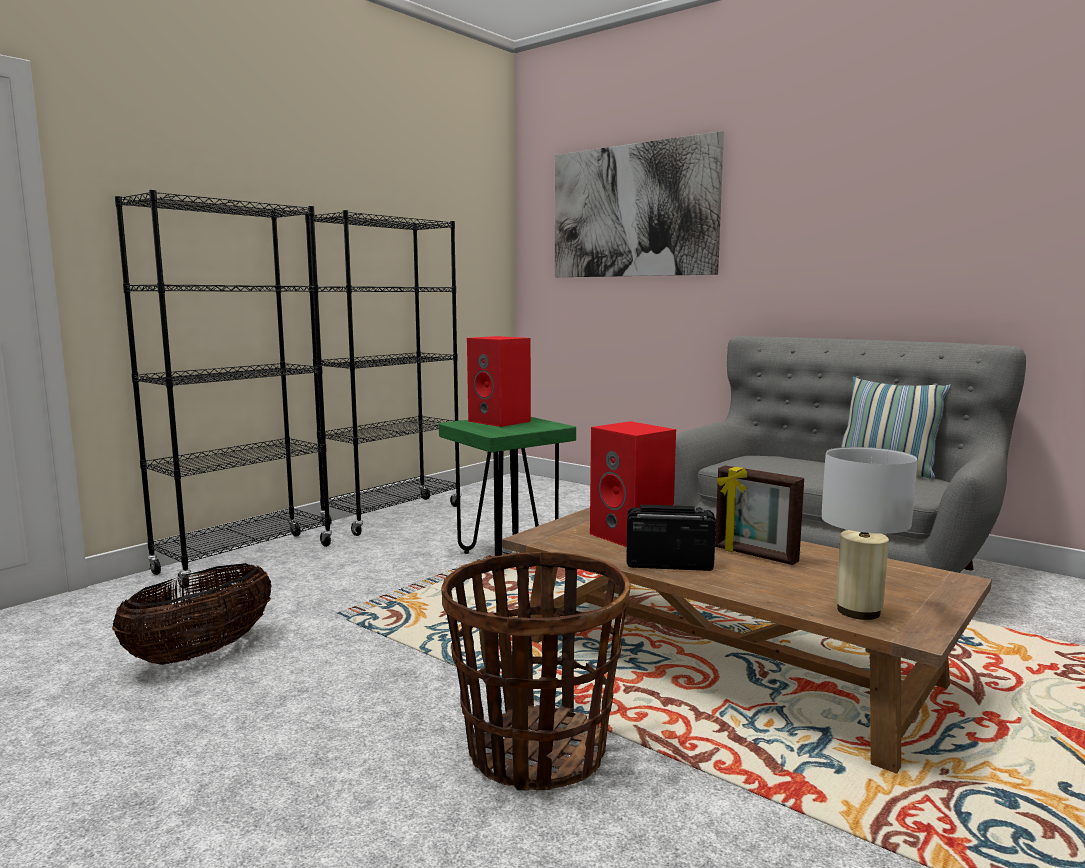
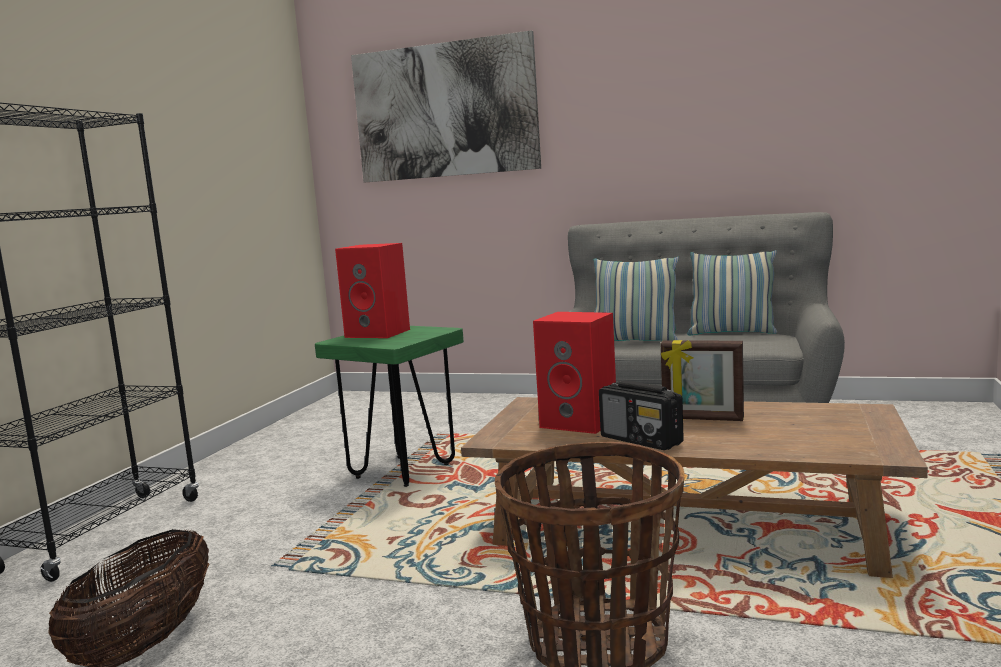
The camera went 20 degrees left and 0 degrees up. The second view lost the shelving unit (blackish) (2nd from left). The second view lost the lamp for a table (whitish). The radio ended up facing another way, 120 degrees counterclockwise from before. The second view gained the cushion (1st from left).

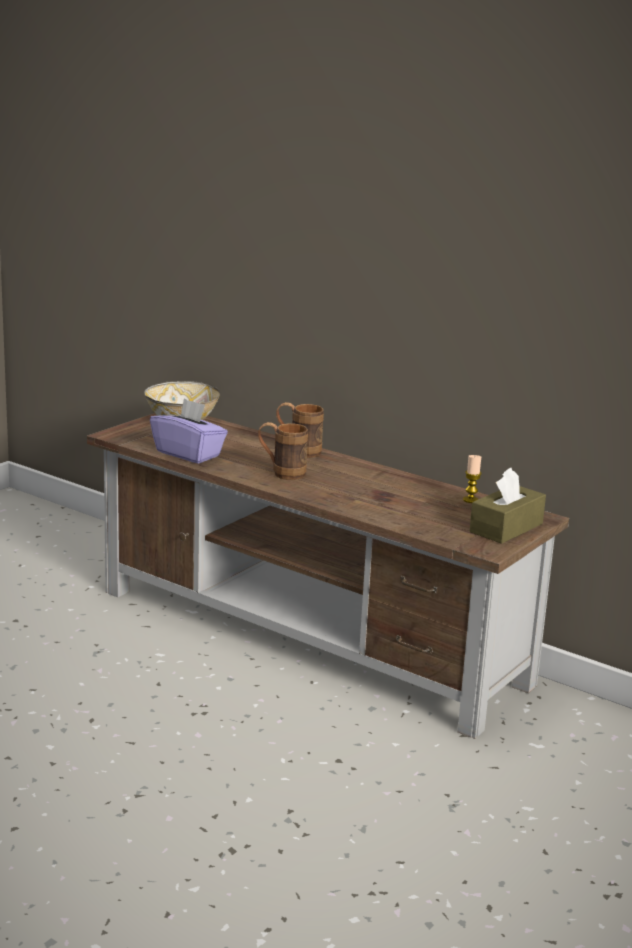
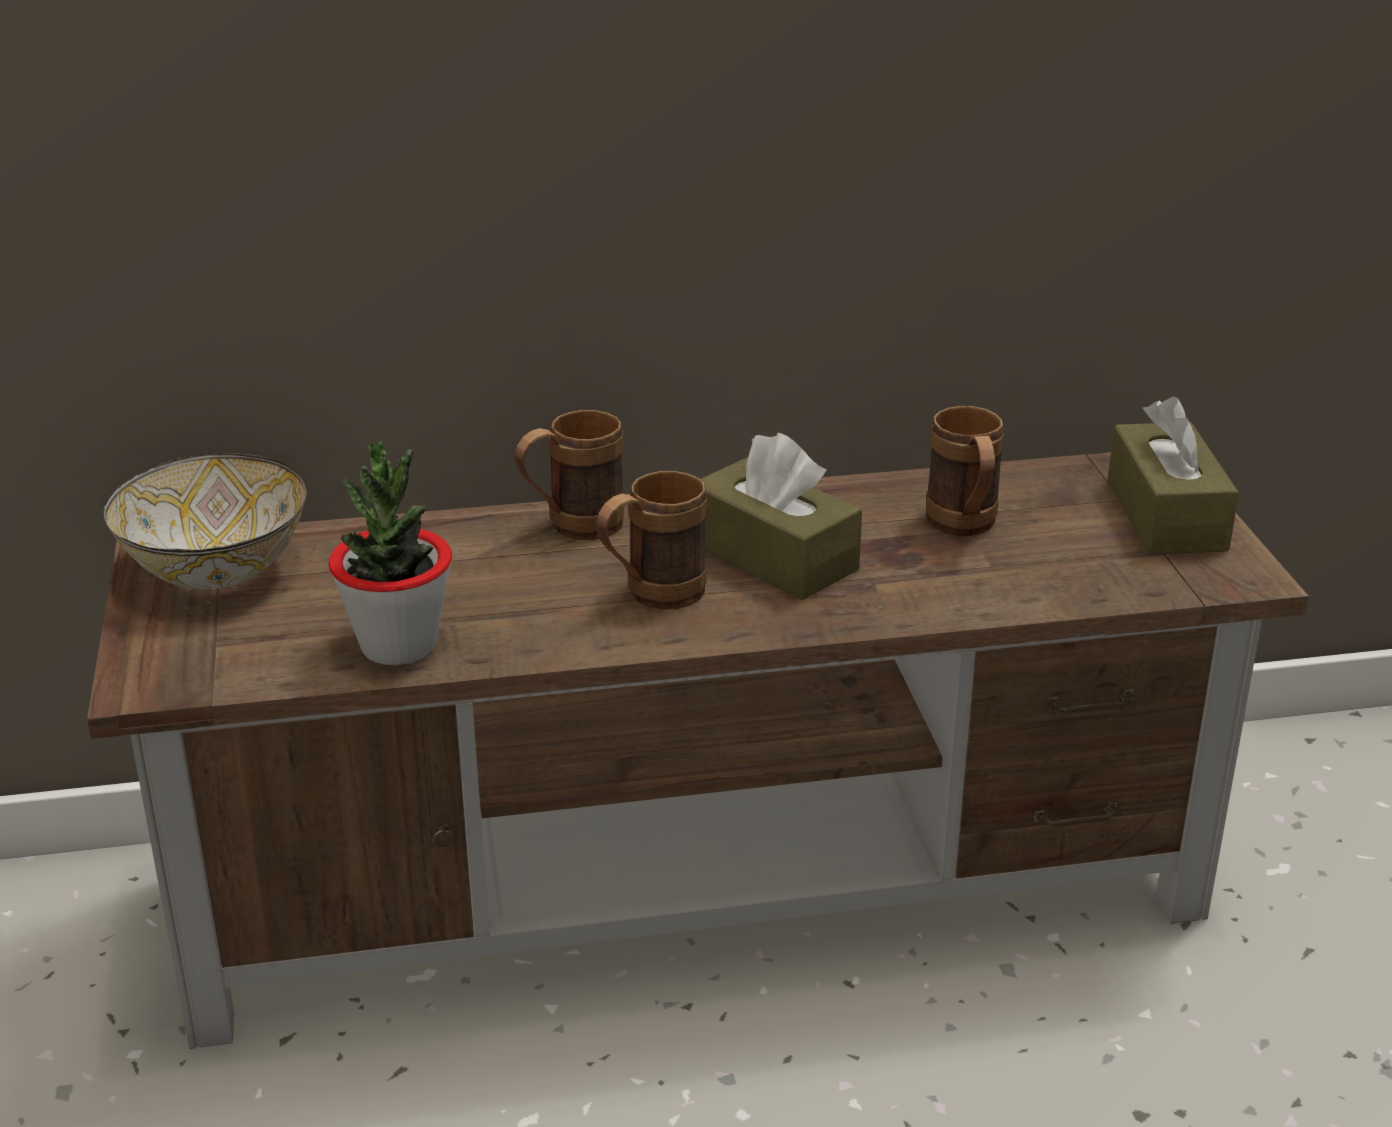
The camera went 45 degrees left and 10 degrees up. Where the tissue holder (purple-coloured) stood, the potted plant came to stand. The second view lost the wax light. The second view gained the mug (brown) (3rd from left). The second view gained the tissue holder (brown) (1st from left).

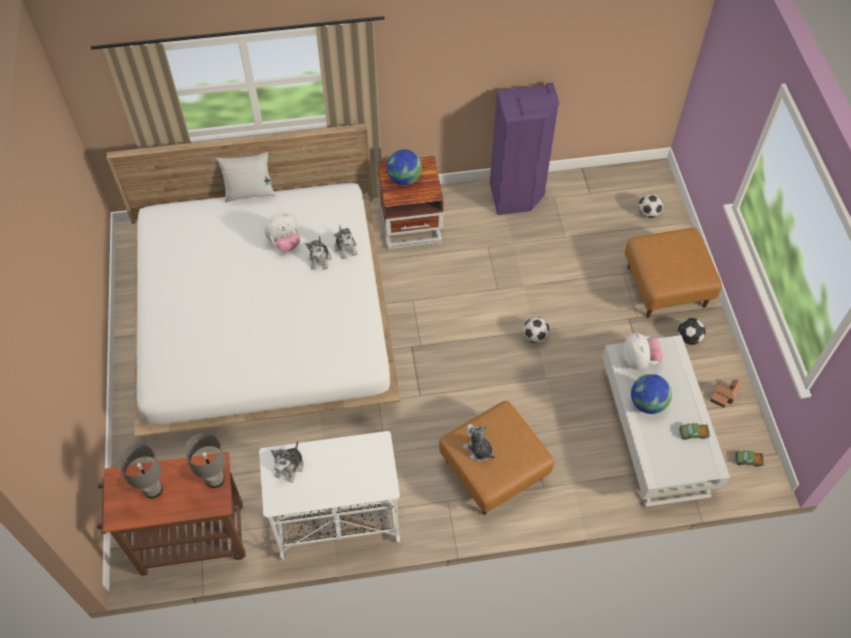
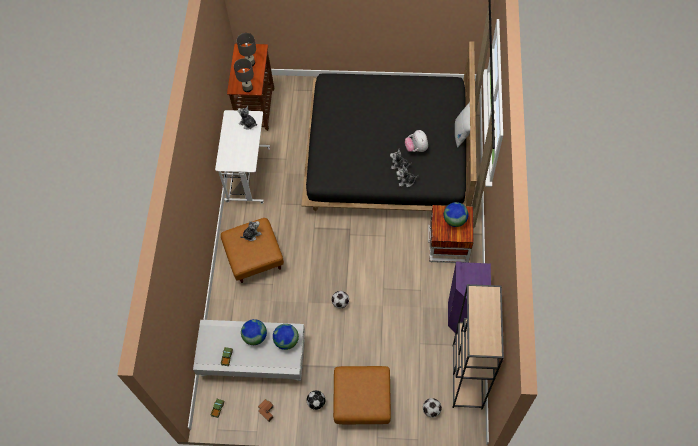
The camera went 105 degrees right and 5 degrees up. What was the bed (whitish) turned into the bed (blackish). Where the soft toy (6th from left) stood, the globe (2nd from left) came to stand. The second view gained the shelving unit.

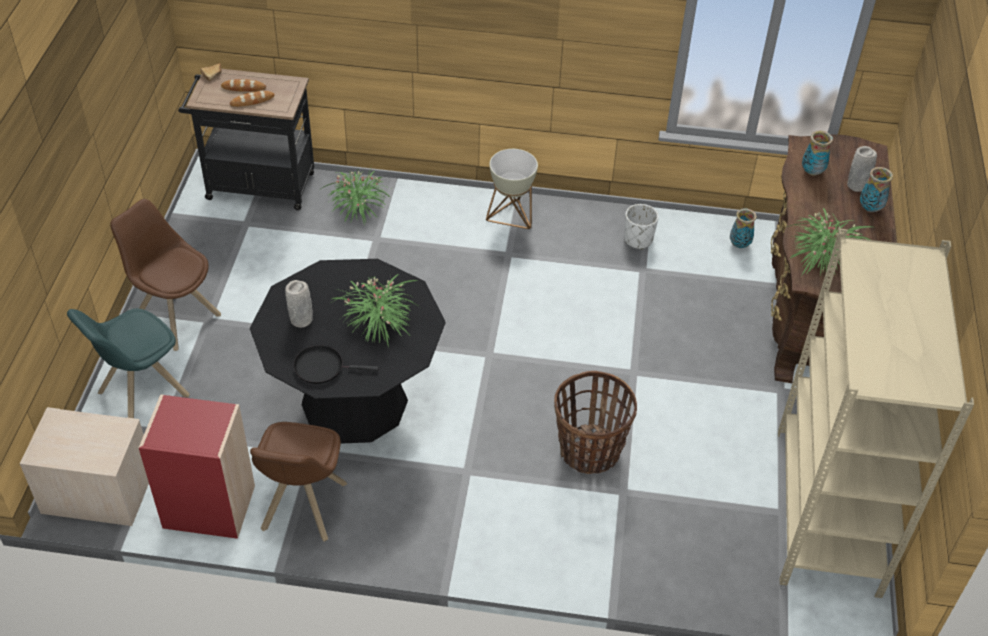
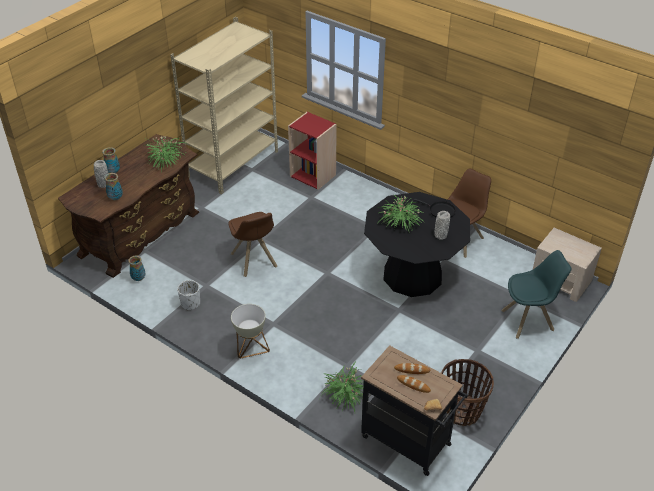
The camera went 150 degrees left and 5 degrees down. The chair (brown) (1st from left) ended up elsewhere. The household basket ended up elsewhere. The shelving unit (red-coloured) ended up elsewhere.

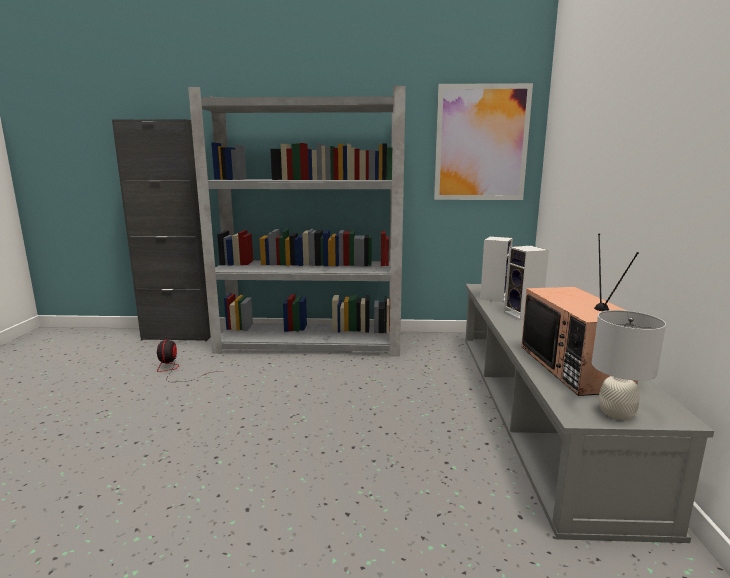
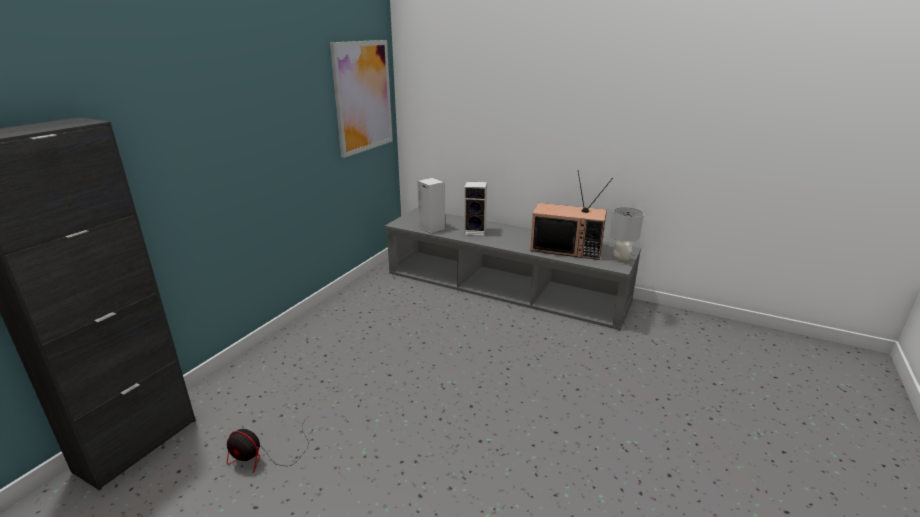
The camera went 65 degrees left and 10 degrees up. The second view lost the shelving unit (grey).

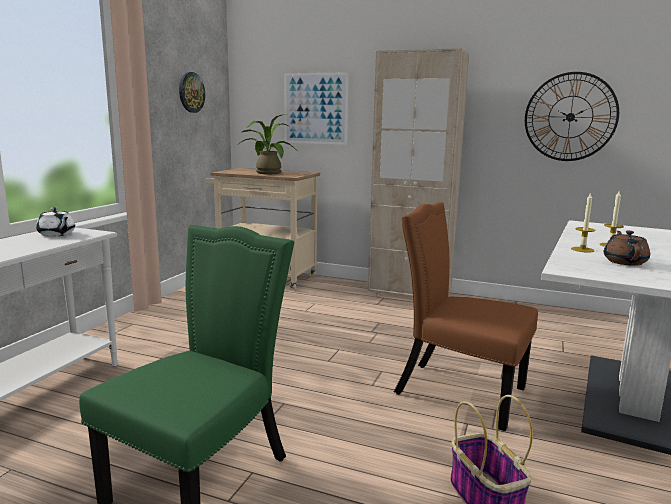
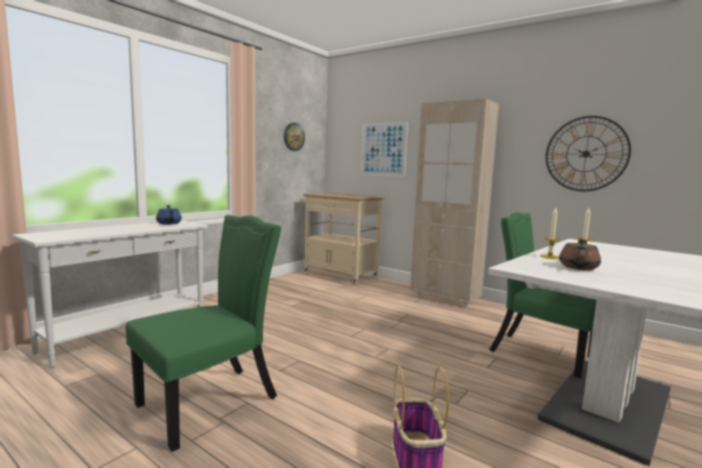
The camera went 15 degrees right and 5 degrees down. The second view lost the potted plant. The second view lost the chair (brown). What was the teapot (whitish) turned into the teapot (bluish). The second view gained the chair (green-coloured) (2nd from left).

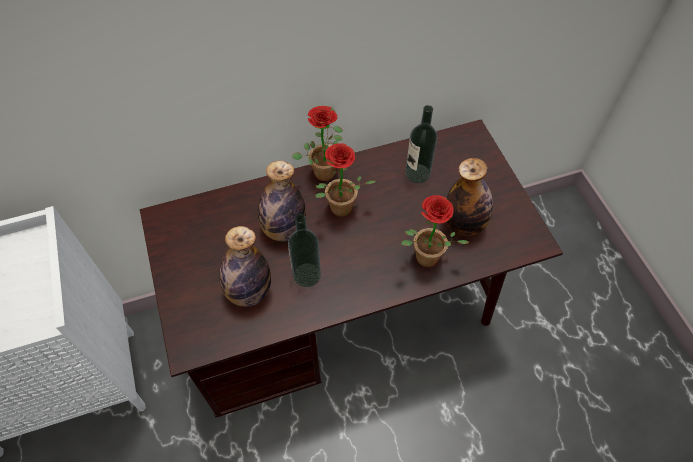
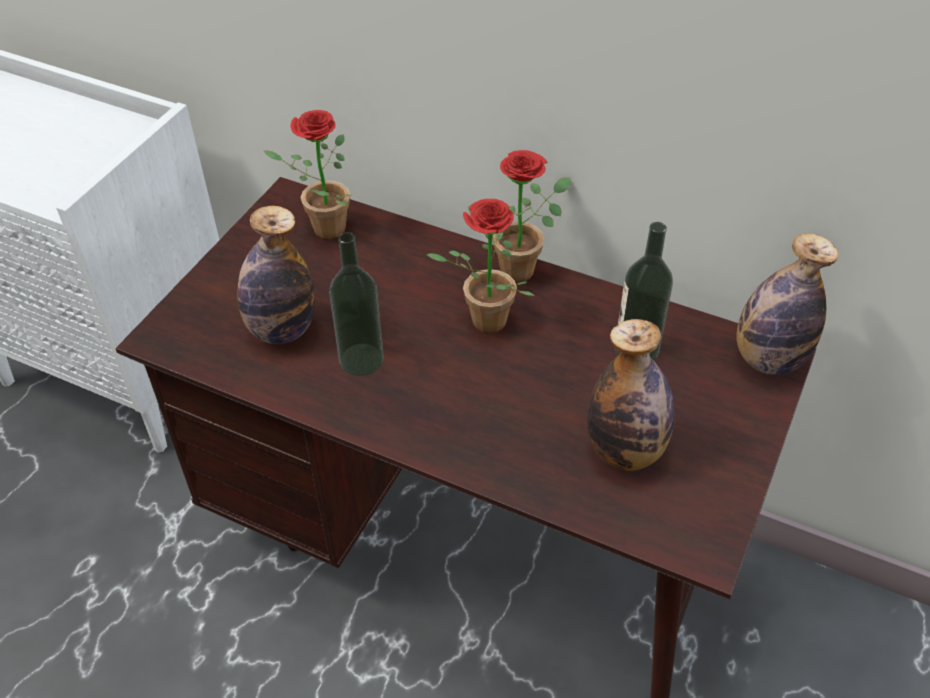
The camera went 45 degrees right and 10 degrees down. The drink bottle (2nd from left in the first image) ended up elsewhere. The potted plant (3rd from left in the first image) ended up elsewhere.

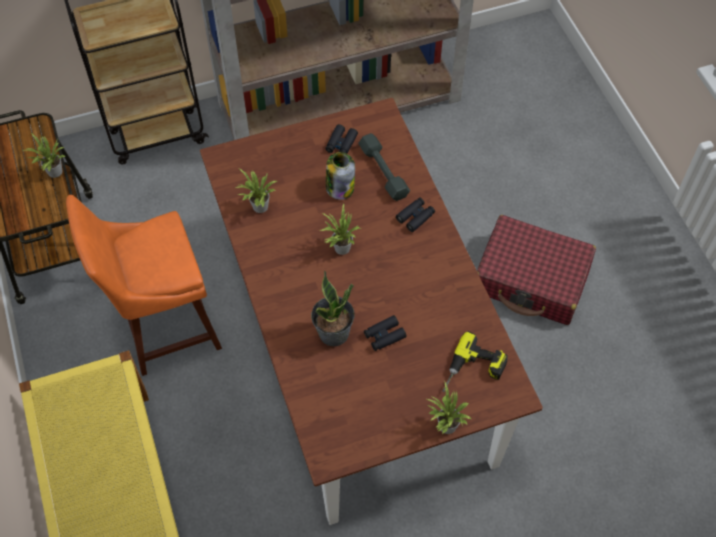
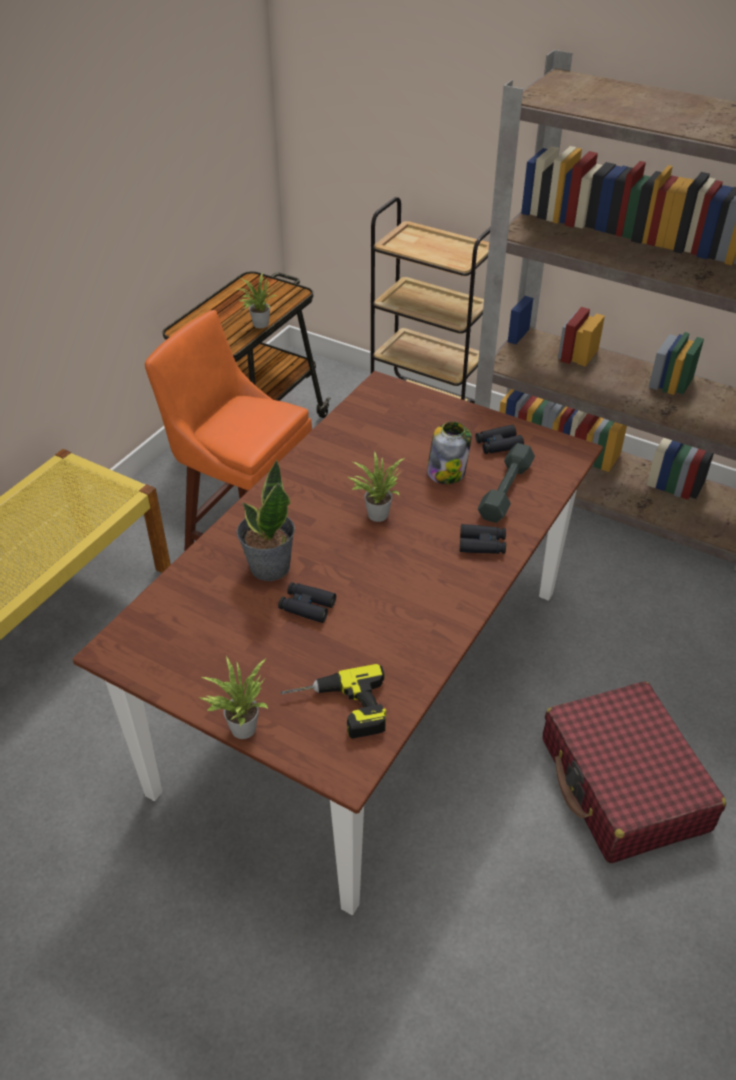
The camera went 50 degrees right and 15 degrees down. The second view lost the potted plant (2nd from left).

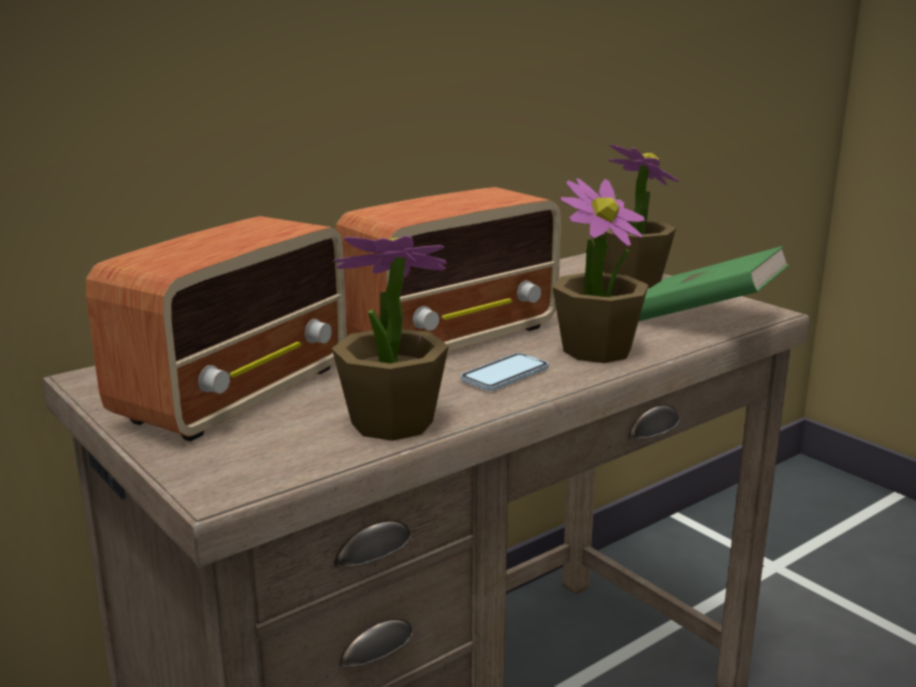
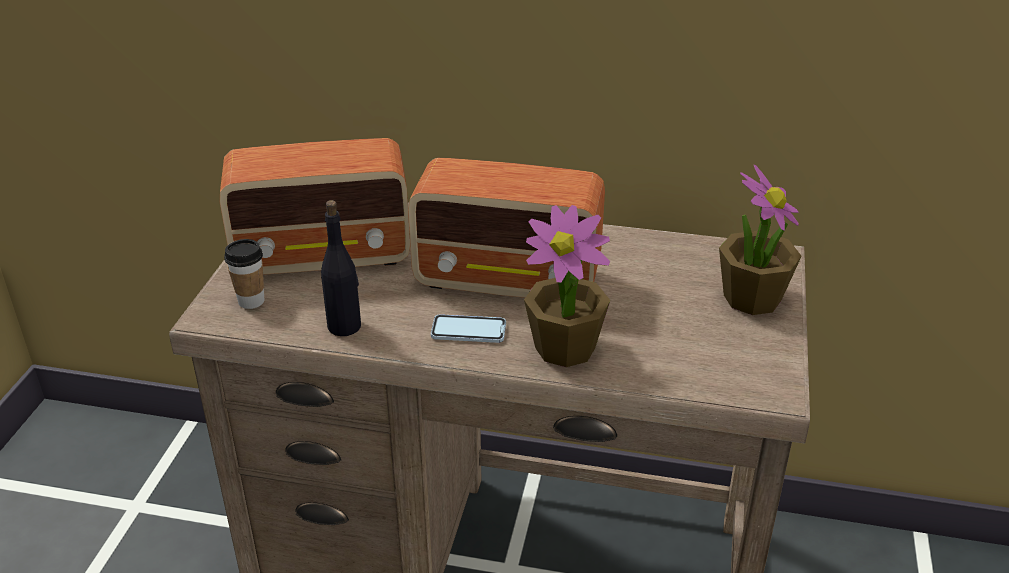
The camera went 50 degrees right and 15 degrees up. Where the potted plant (1st from left) stood, the drink bottle (blackish) came to stand. The second view lost the volume (green-coloured). The second view gained the drinking cup.

